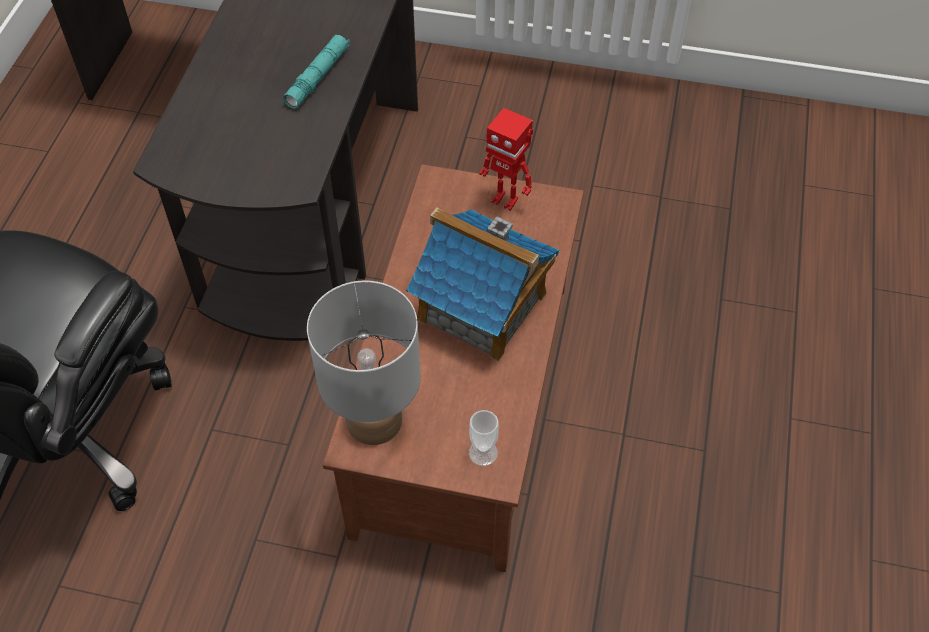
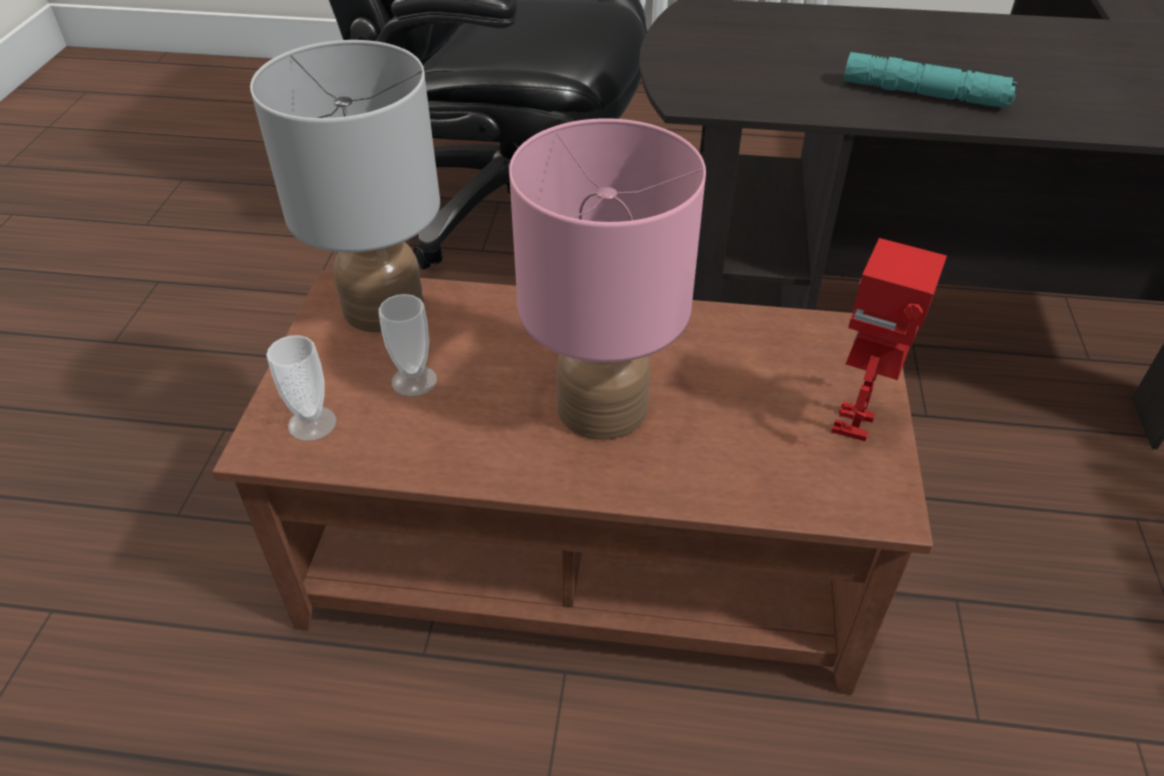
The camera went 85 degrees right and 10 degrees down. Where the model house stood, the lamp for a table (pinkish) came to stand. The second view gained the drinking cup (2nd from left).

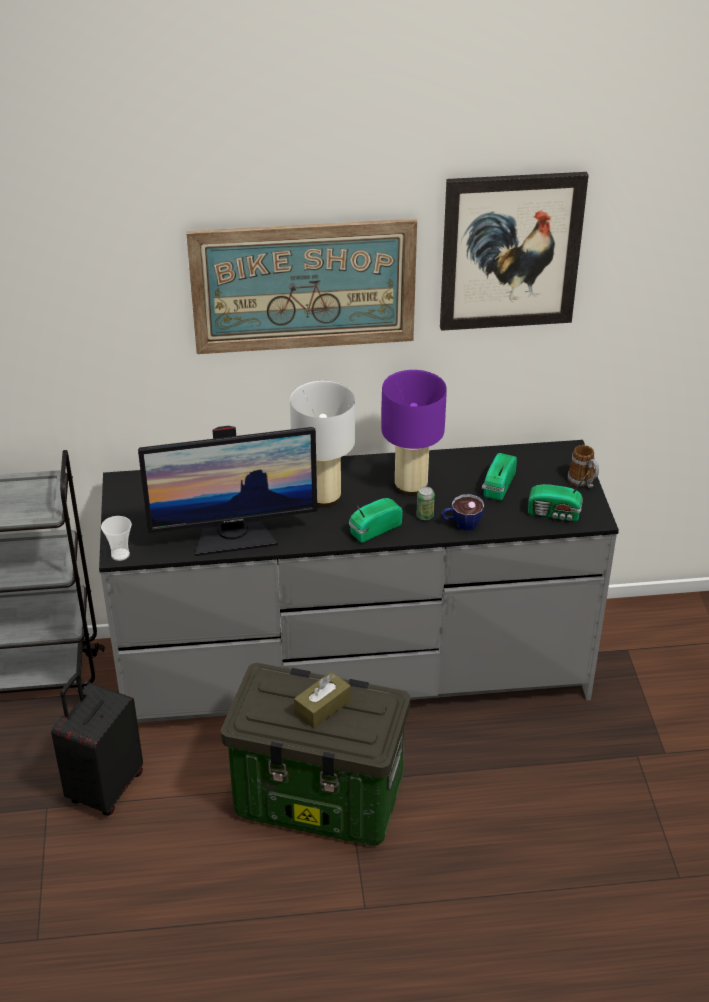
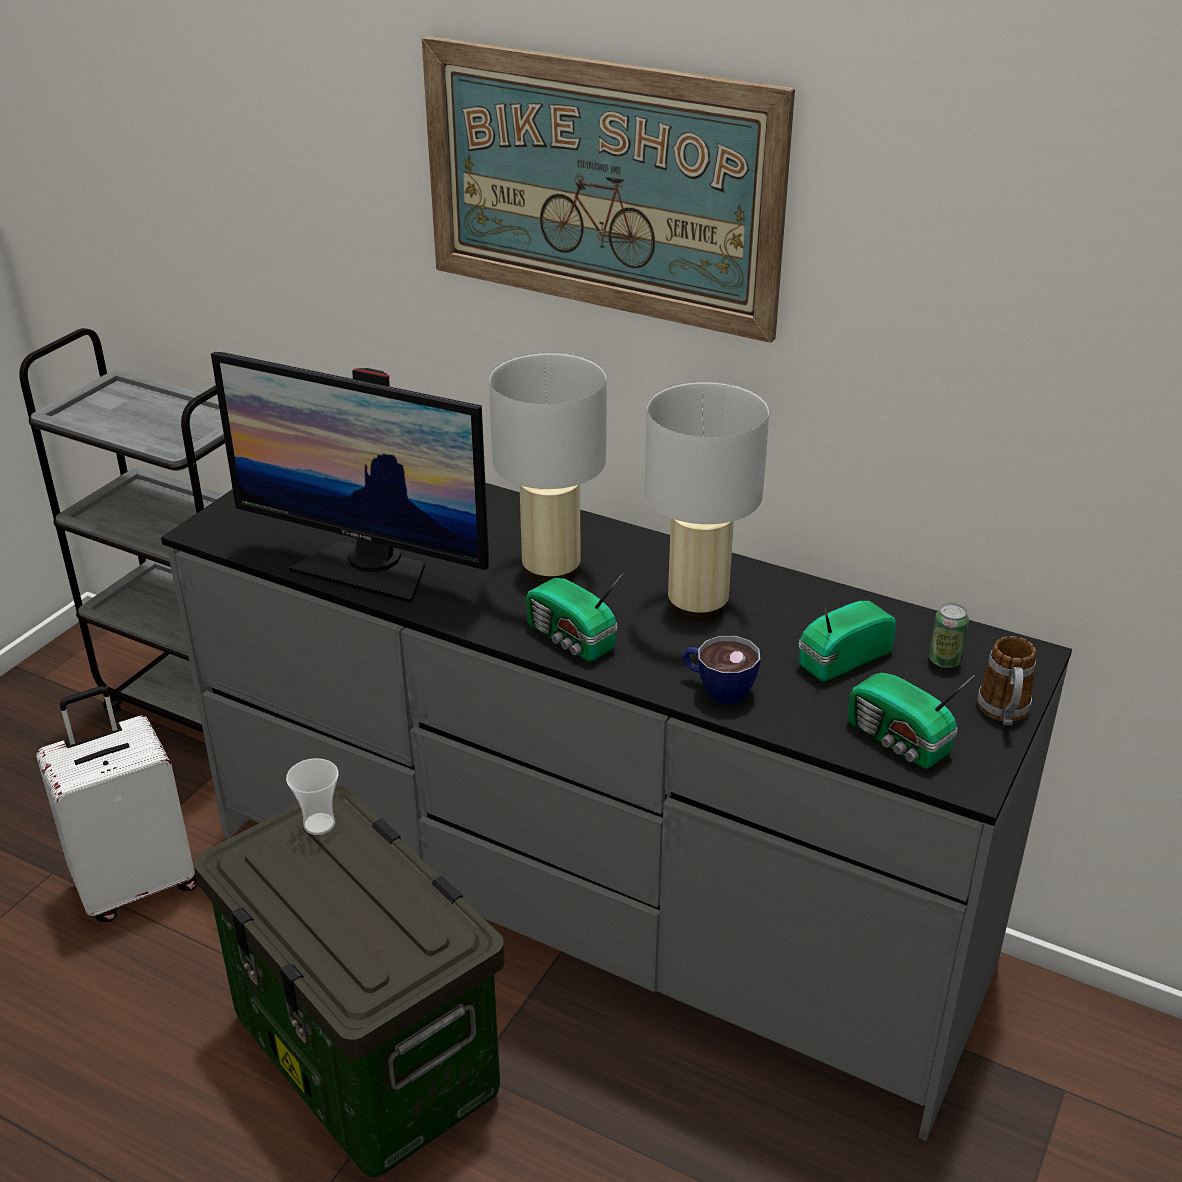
The camera went 35 degrees right and 5 degrees down. The second view lost the wall art (2nd from left). What was the lamp for a table (purple-coloured) turned into the lamp for a table (whitish) (2nd from left). The can ended up elsewhere. The radio (1st from left) ended up facing another way, 135 degrees counterclockwise from before. The drinking cup (1st from left) ended up elsewhere. The second view lost the tissue holder (brown). What was the piece of luggage (blackish) turned into the piece of luggage (whitish).

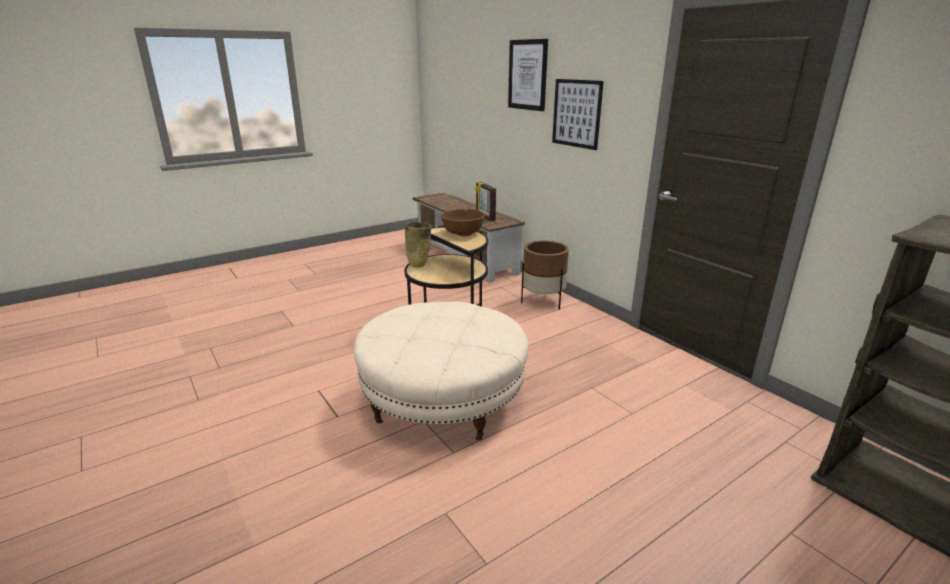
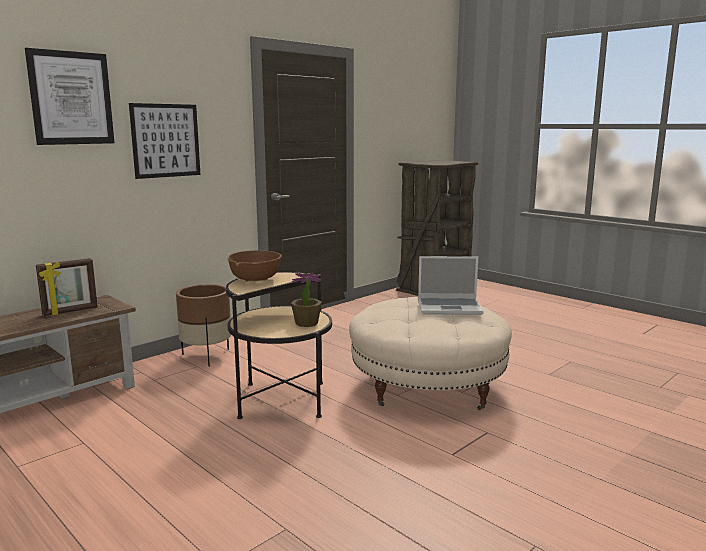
The camera went 100 degrees left and 10 degrees down. The second view lost the vase (beige). The second view gained the portable computer. The second view gained the potted plant.

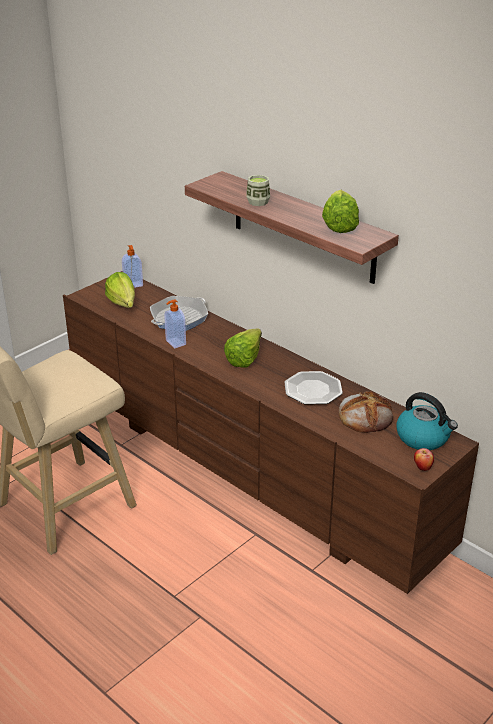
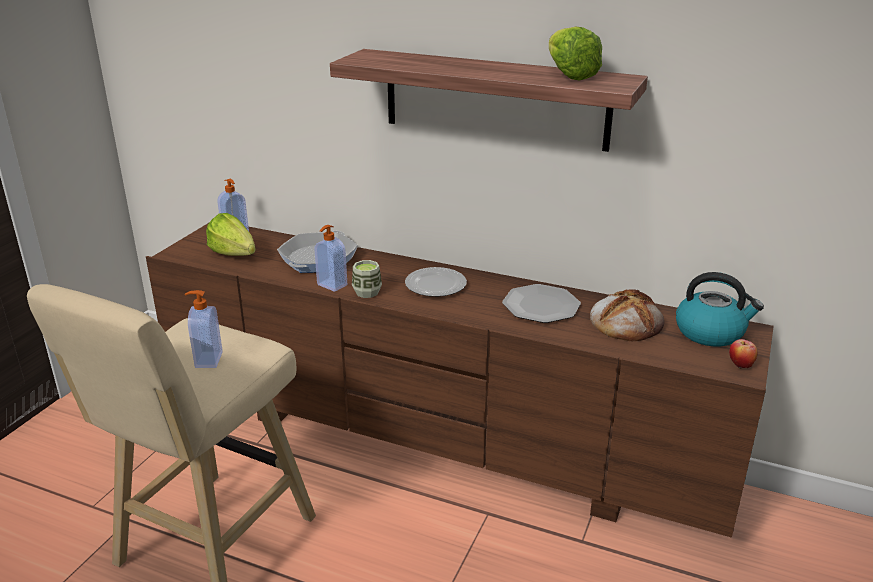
The camera went 20 degrees left and 5 degrees down. The drinking cup ended up elsewhere. Where the lettuce (2nd from left) stood, the plate (1st from left) came to stand. The second view gained the soap dispenser (1st from left).

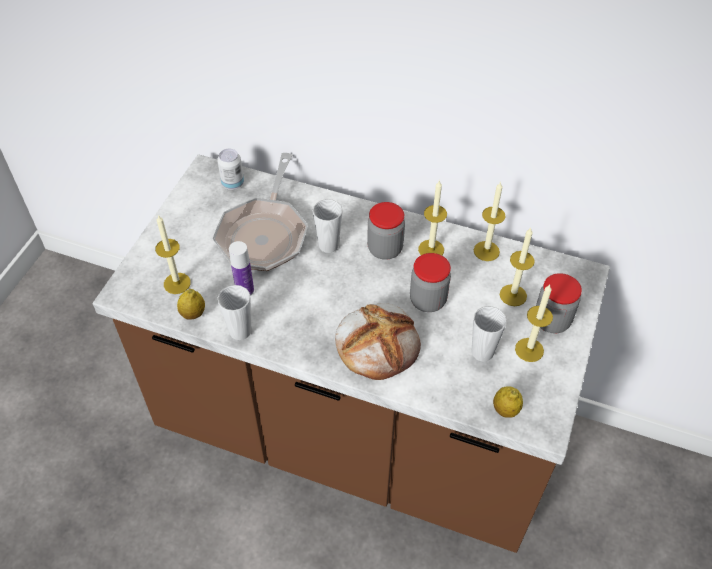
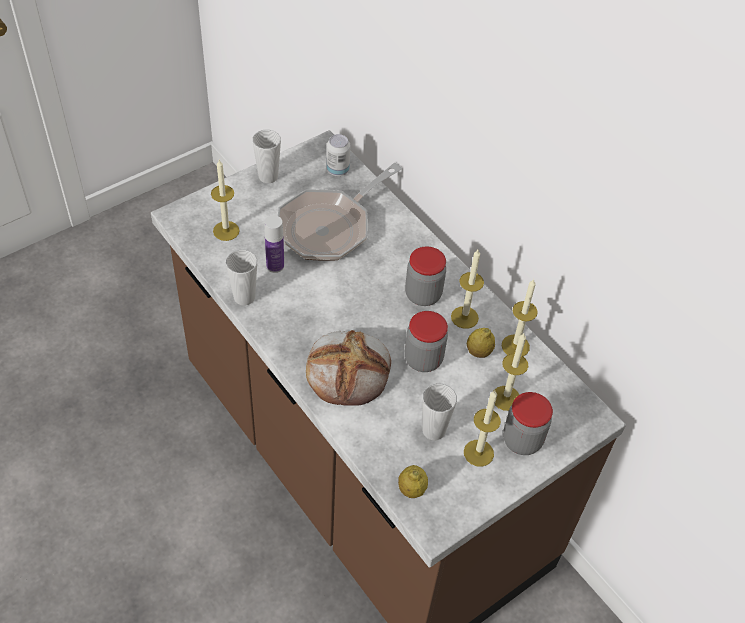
The camera went 30 degrees right and 0 degrees up. The drinking cup (2nd from left) ended up elsewhere. The lemon (1st from left in the first image) ended up elsewhere.

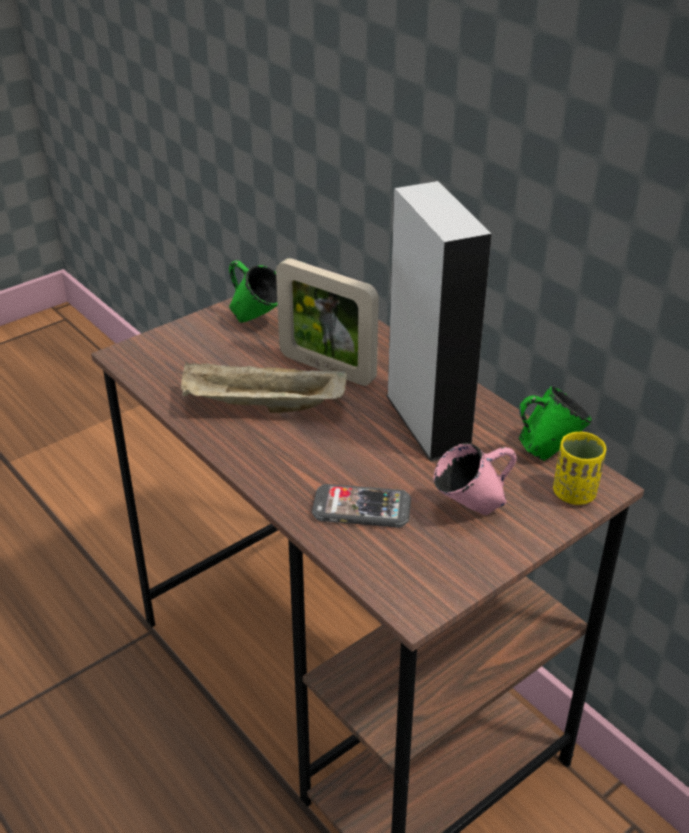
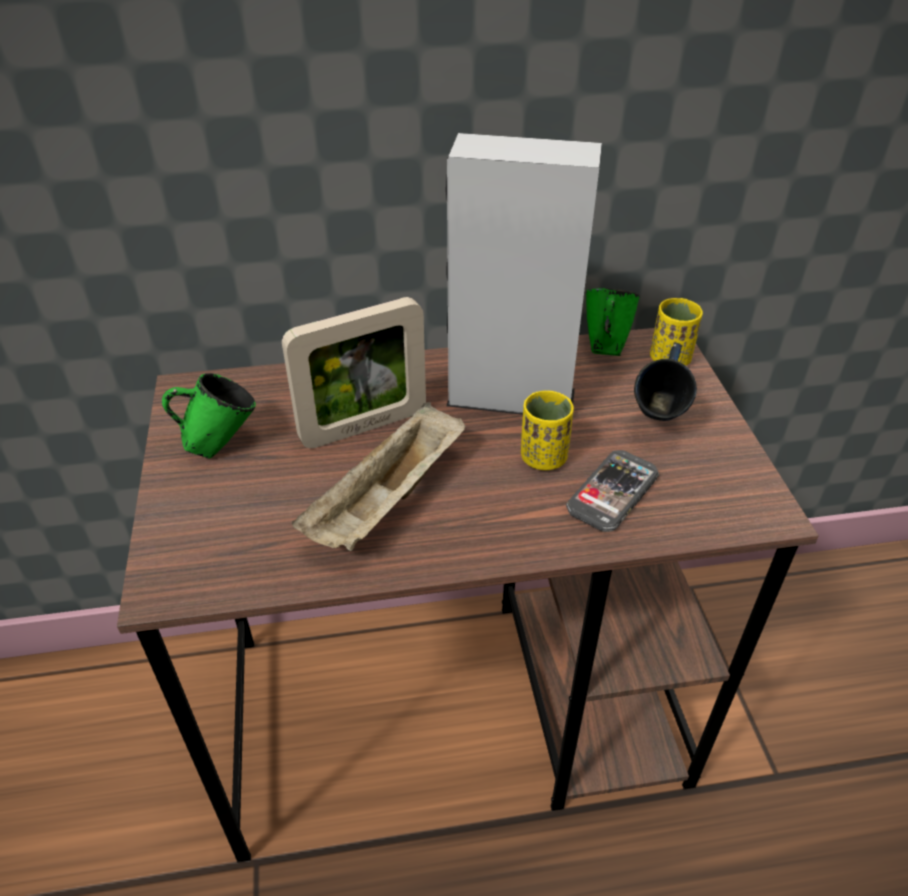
The camera went 60 degrees left and 5 degrees up. What was the mug (pinkish) turned into the mug (bluish). The second view gained the drinking cup (yellow) (1st from left).

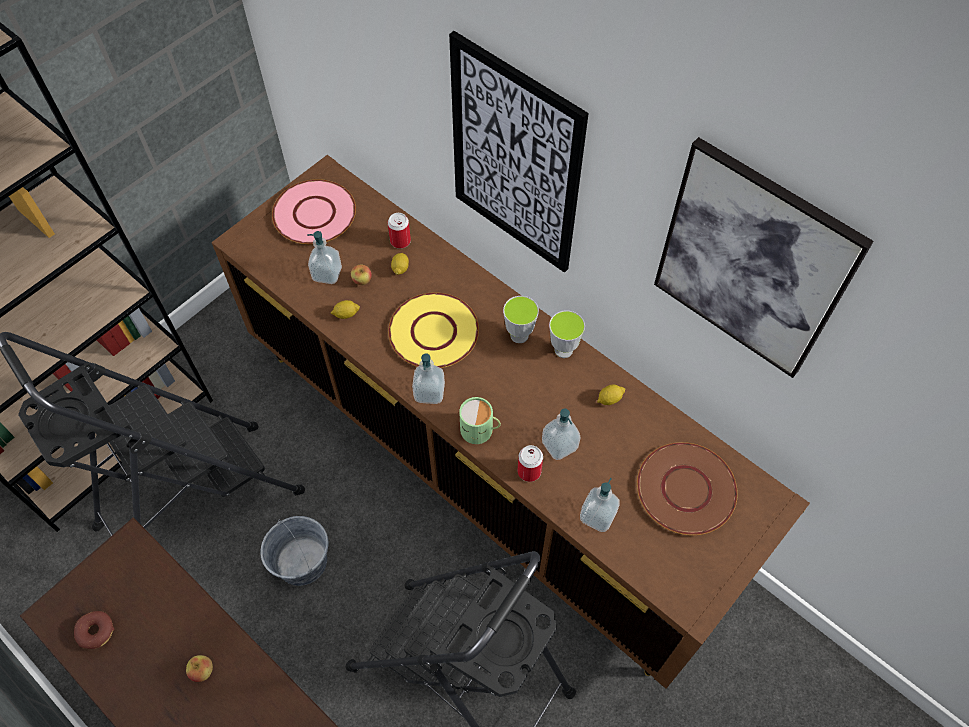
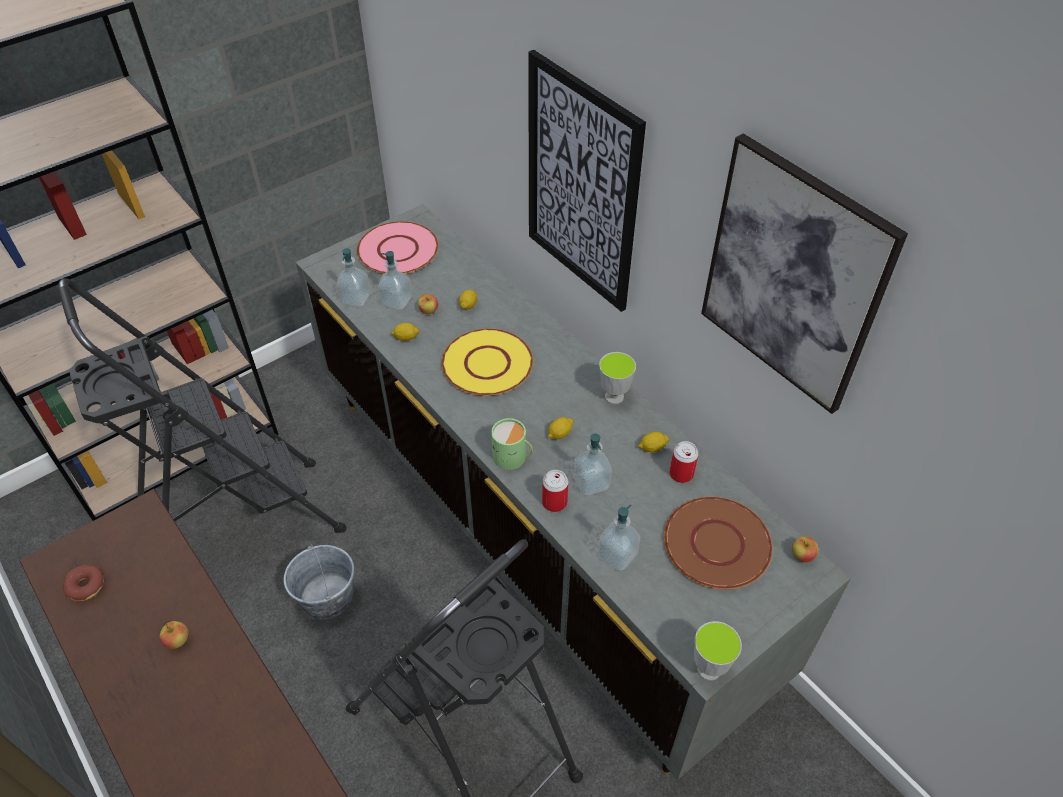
The camera went 10 degrees right and 10 degrees down. What was the storage cabinet (brown) turned into the storage cabinet (grey). The can (1st from left in the first image) ended up elsewhere. The drinking cup (1st from left in the first image) ended up elsewhere. The soap dispenser (2nd from left in the first image) ended up elsewhere. The second view gained the lemon (3rd from left). The second view gained the apple fruit (3rd from left).

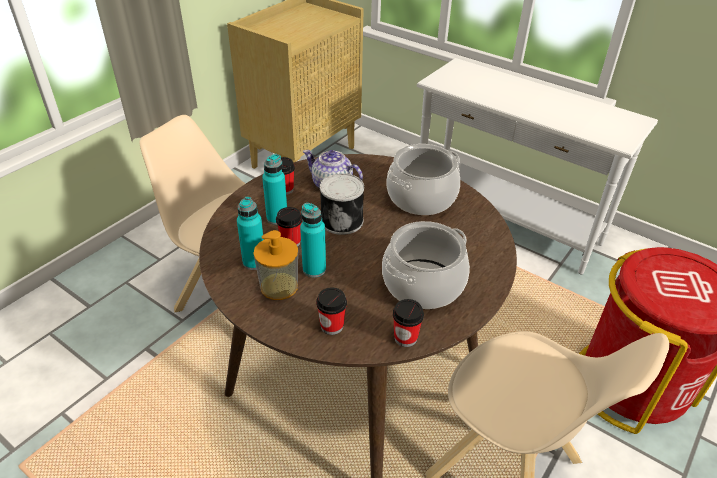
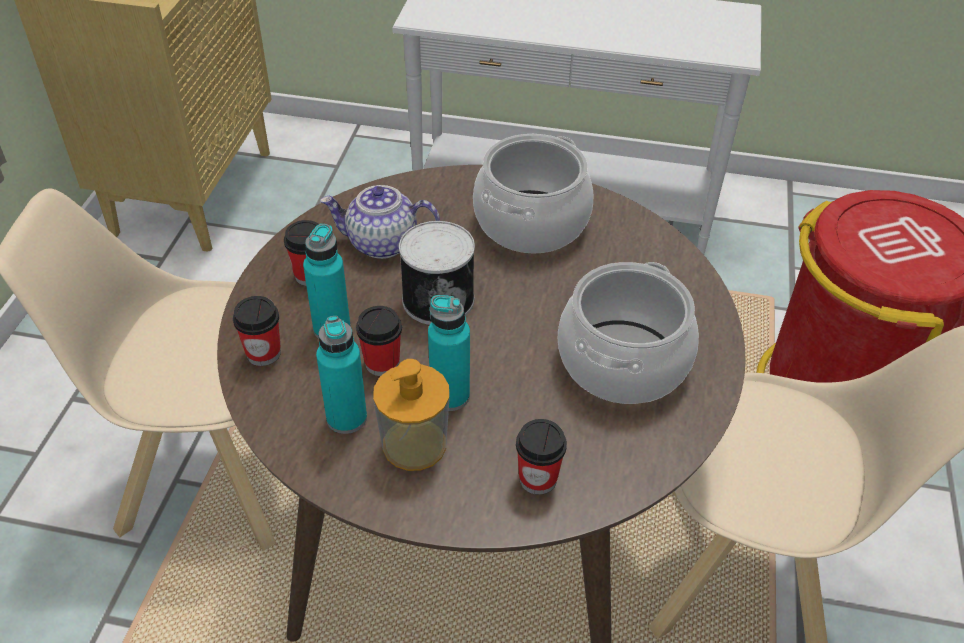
The camera went 25 degrees left and 5 degrees up. The drinking cup (4th from left in the first image) ended up elsewhere.

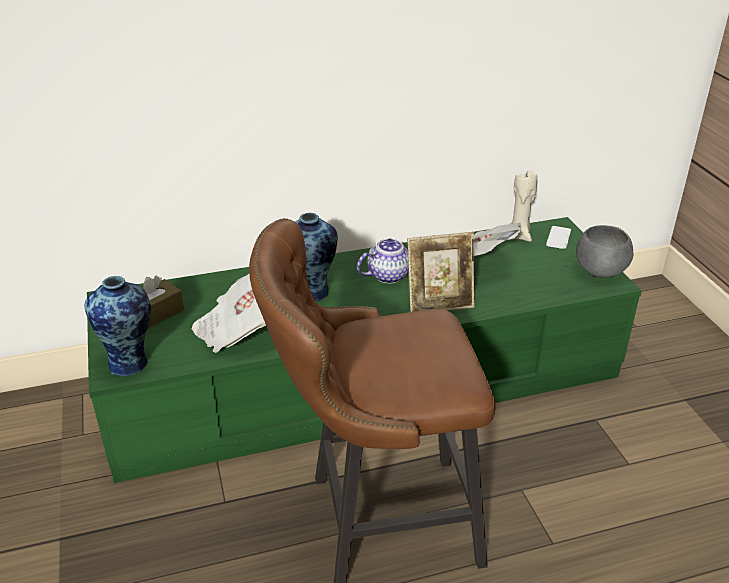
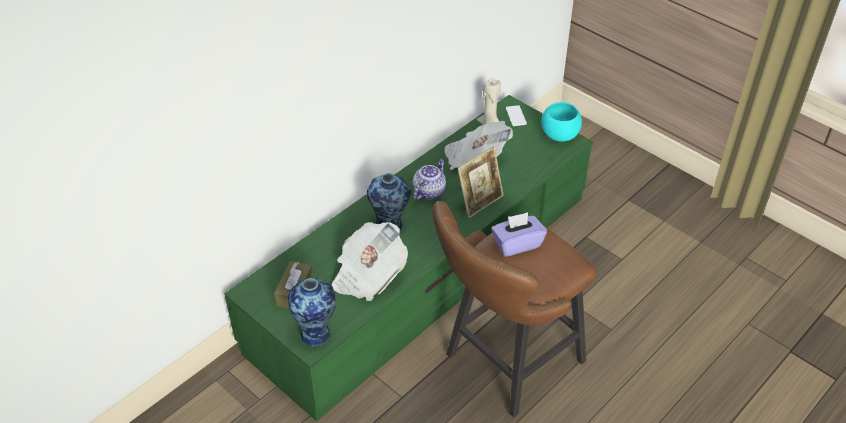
The camera went 30 degrees left and 10 degrees up. What was the bowl (grey) turned into the bowl (turquoise). The second view gained the tissue holder (purple-coloured).

